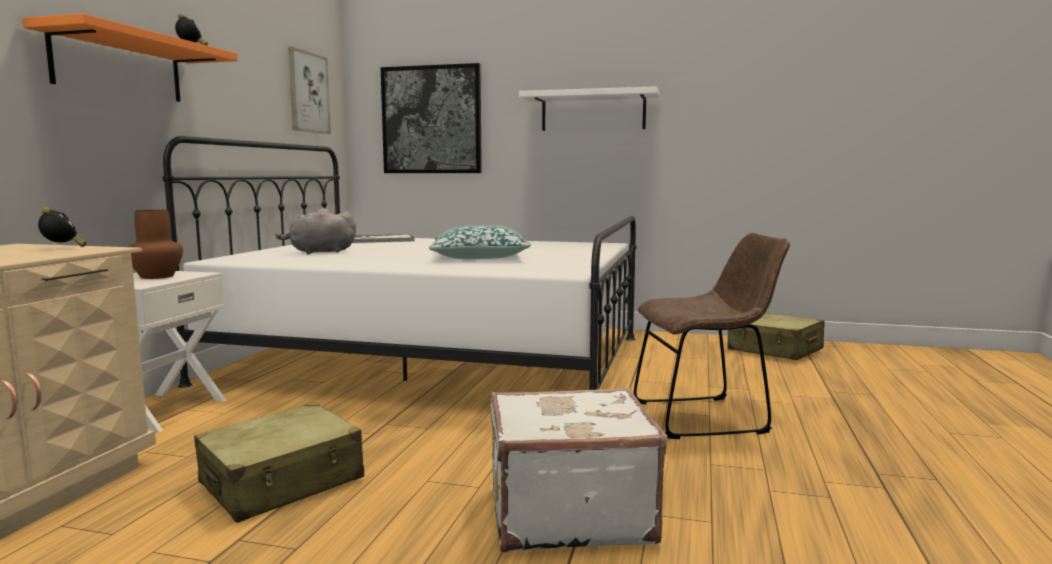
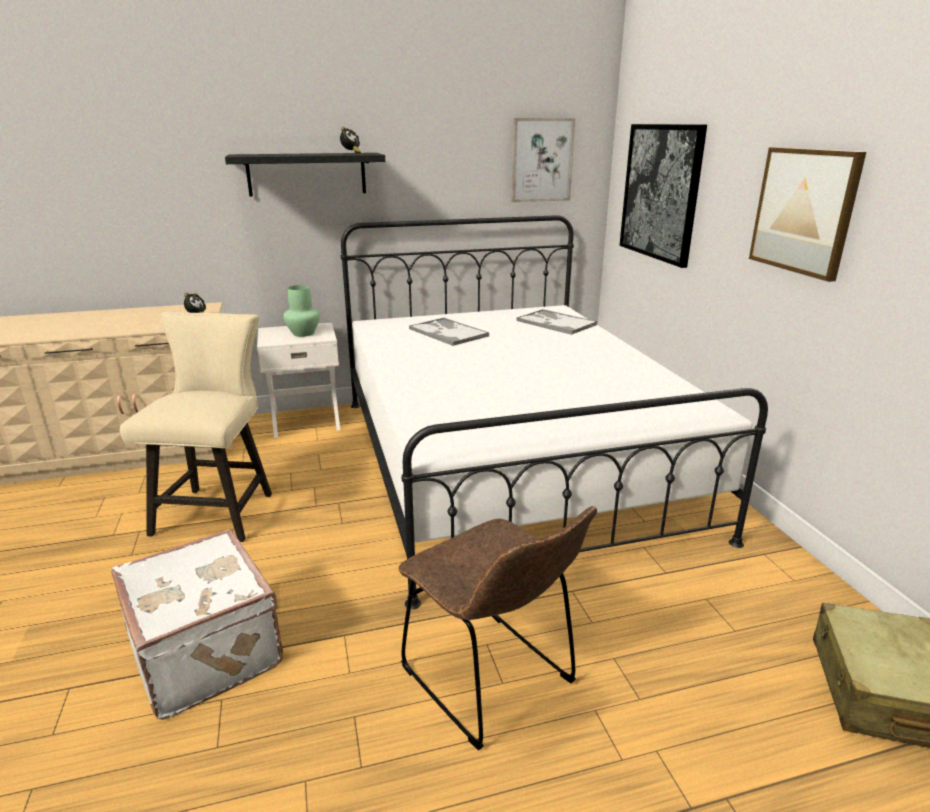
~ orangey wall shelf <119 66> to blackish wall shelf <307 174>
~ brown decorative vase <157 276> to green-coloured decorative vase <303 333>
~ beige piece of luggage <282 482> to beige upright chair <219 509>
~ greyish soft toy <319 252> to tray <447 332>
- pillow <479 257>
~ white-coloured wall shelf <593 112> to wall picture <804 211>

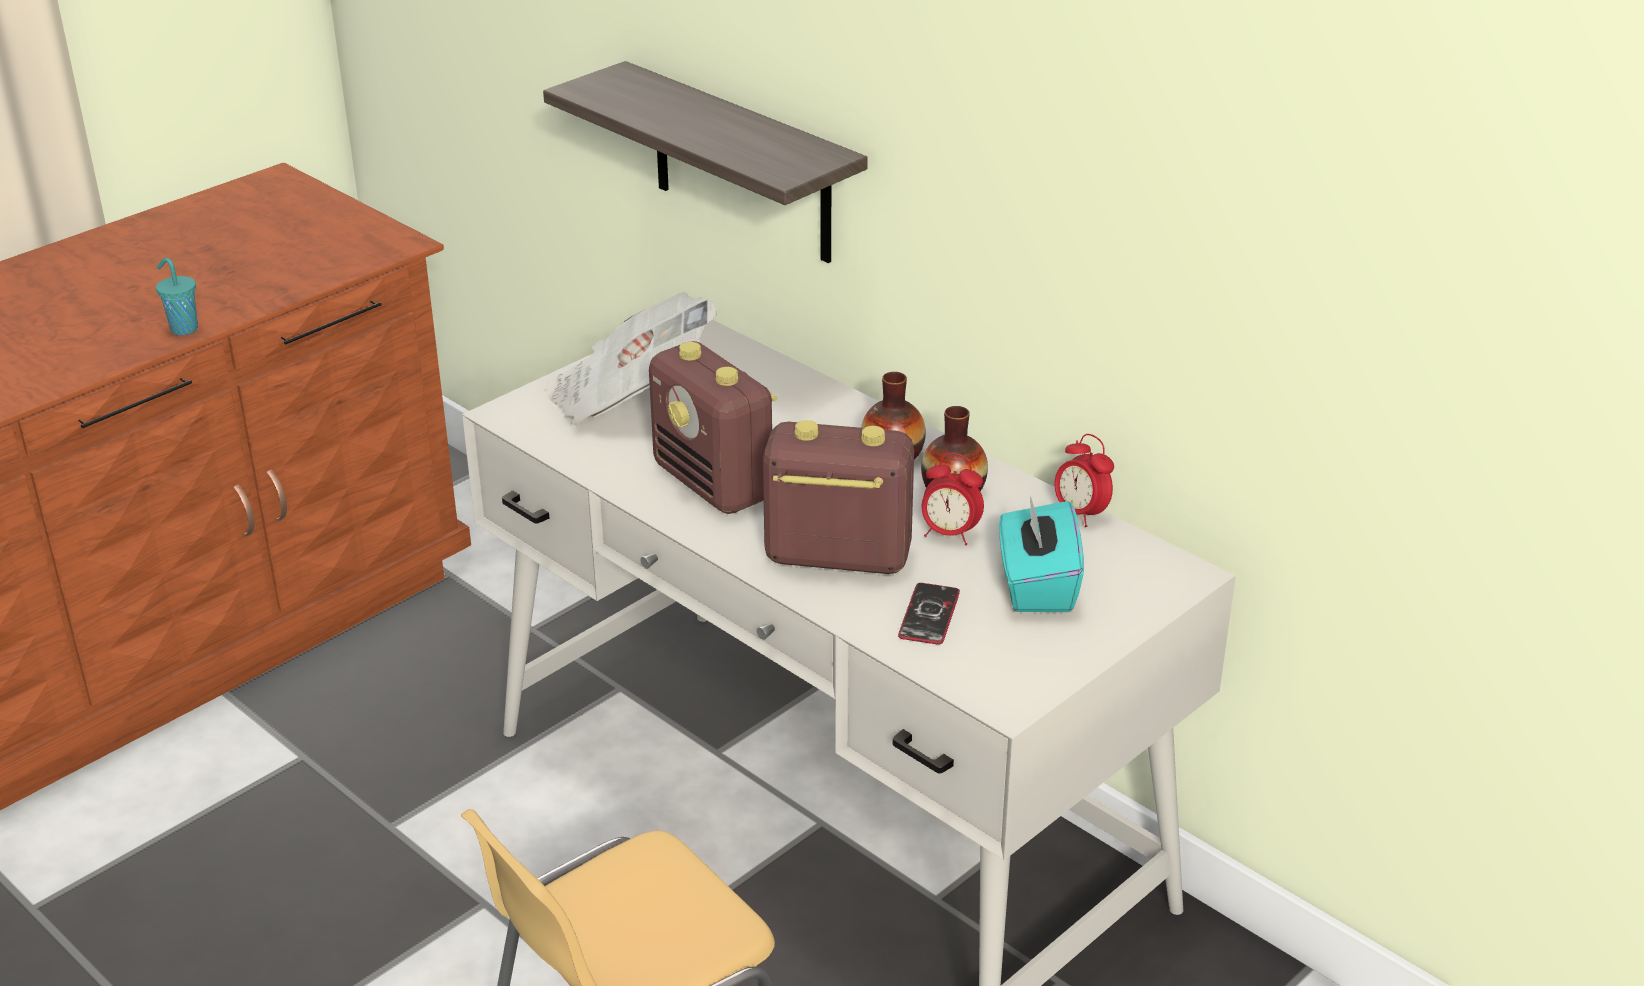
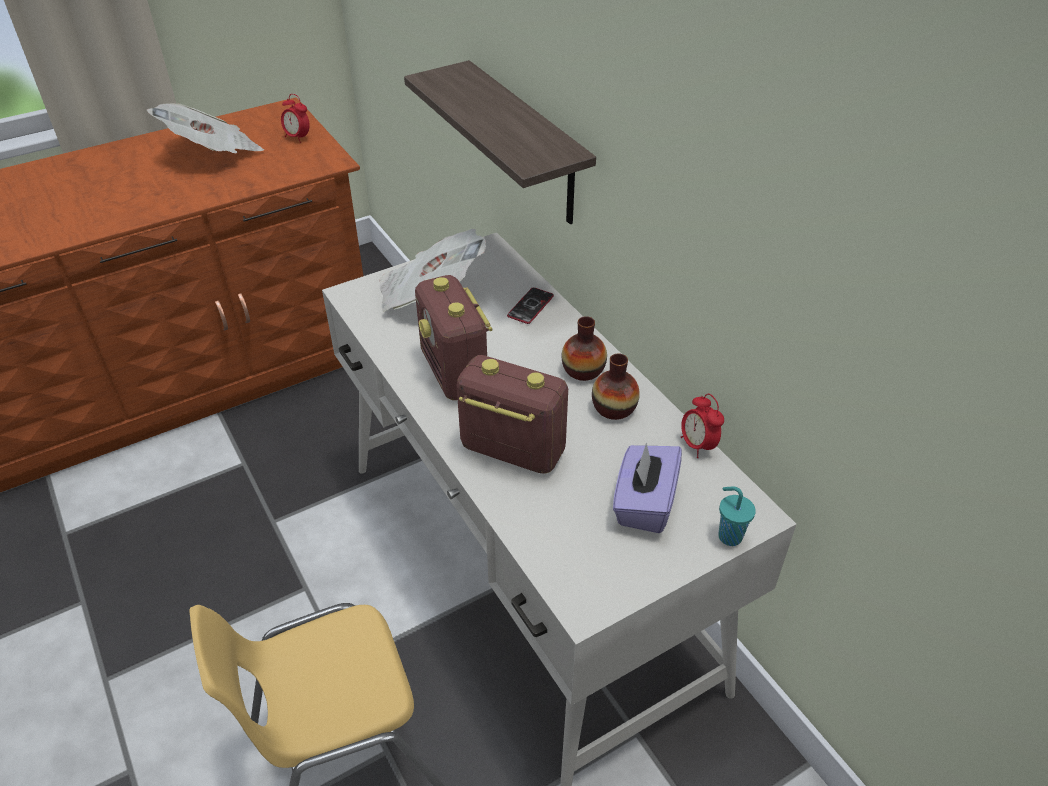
~ turquoise drinking cup <183 329> to <728 536>
~ telephone <929 615> to <530 306>
~ bedside clock <949 534> to <298 137>
~ turquoise tissue box <1037 585> to purplish tissue box <644 504>
+ printed paper <214 153>

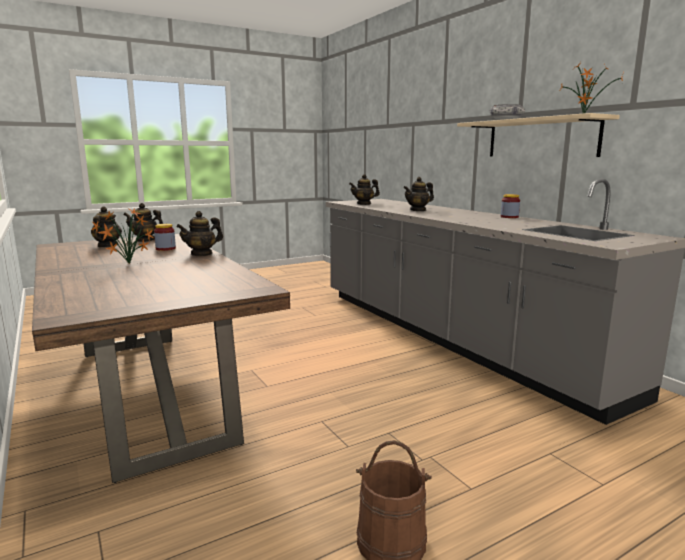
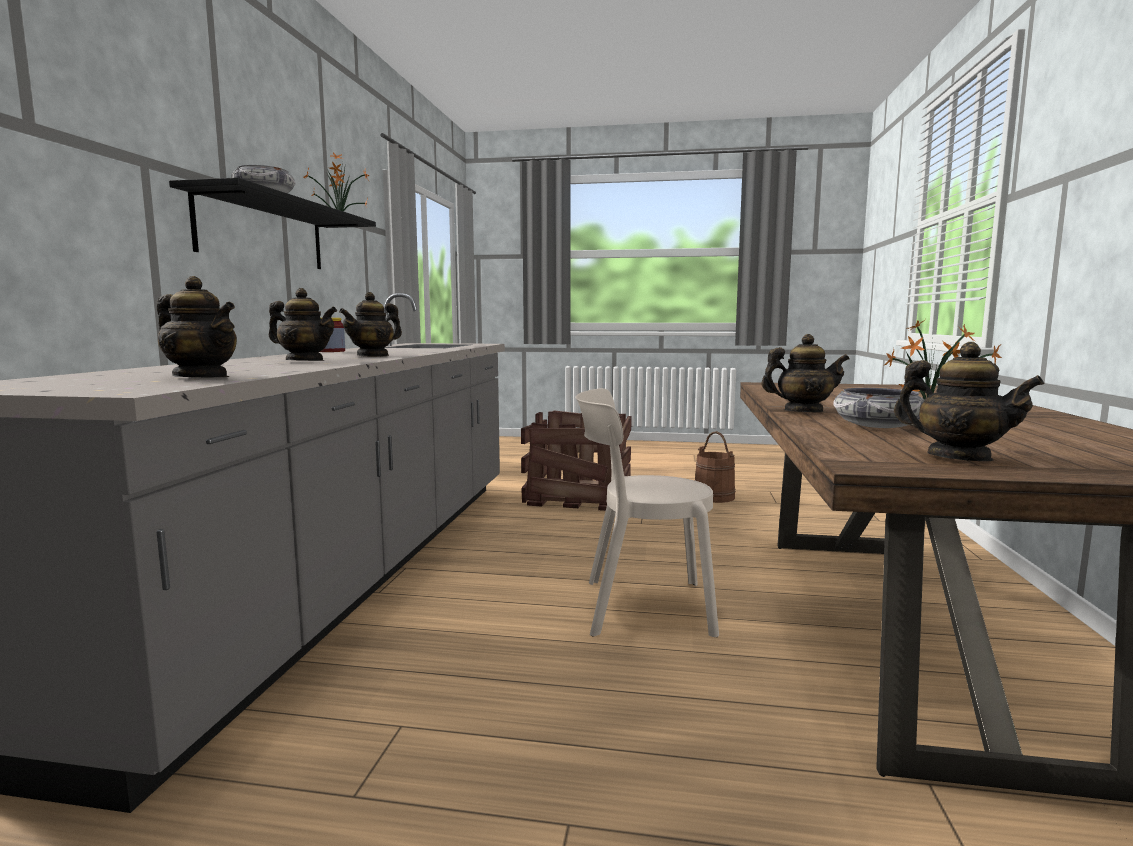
~ teapot <107 246> to <373 355>
~ preserve jar <165 248> to deep dish <877 427>
~ beige wall shelf <541 138> to blackish wall shelf <263 233>
+ crate <577 496>
+ beige upright chair <639 607>

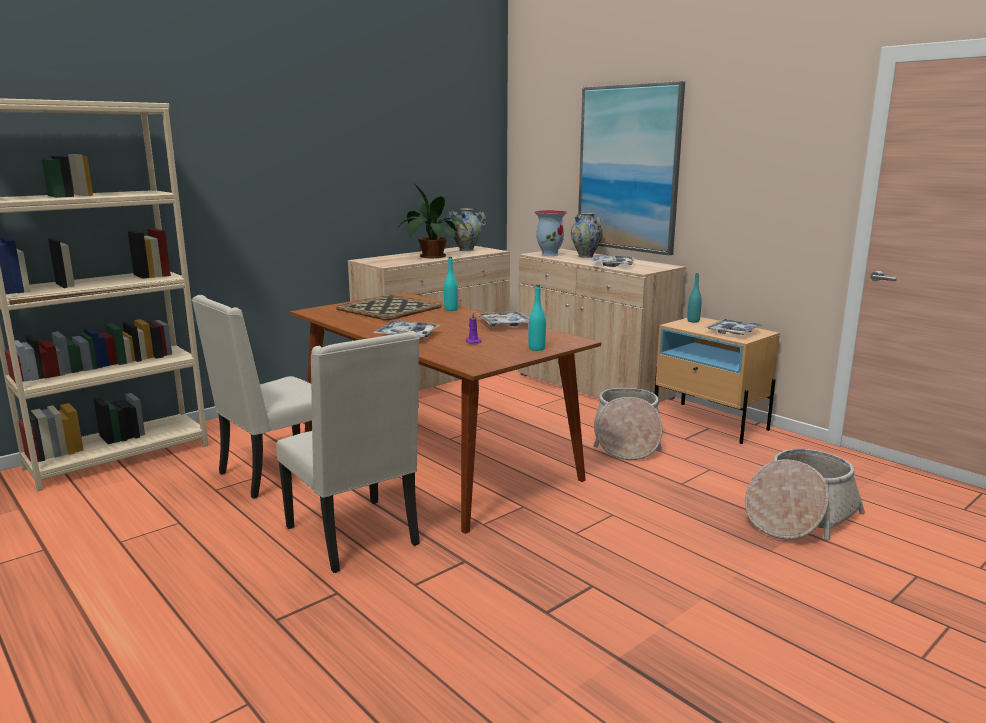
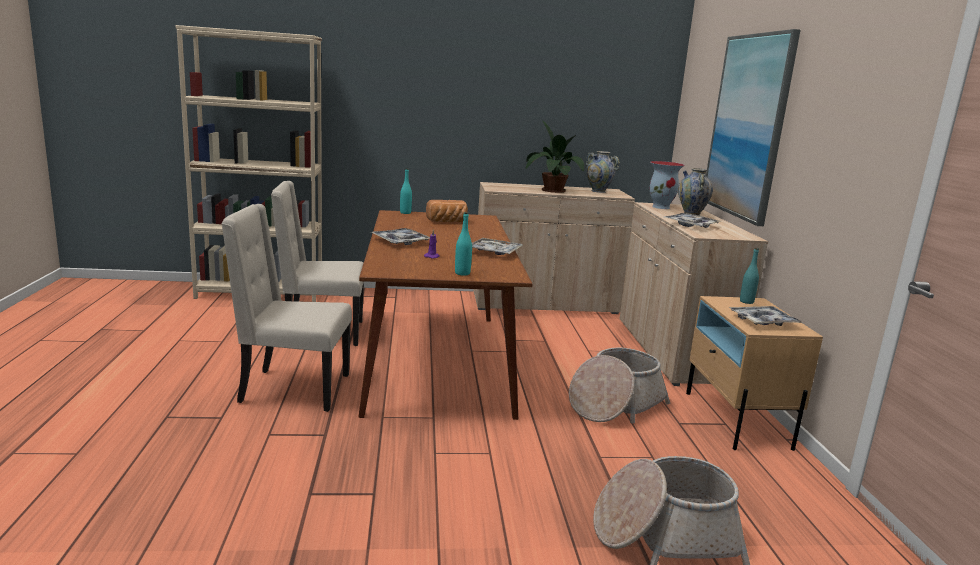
~ beige upright chair <355 536> = <292 389> 90 degrees clockwise
~ tray <388 308> to bakery bread <447 222>
~ turquoise drink bottle <451 309> to <405 213>

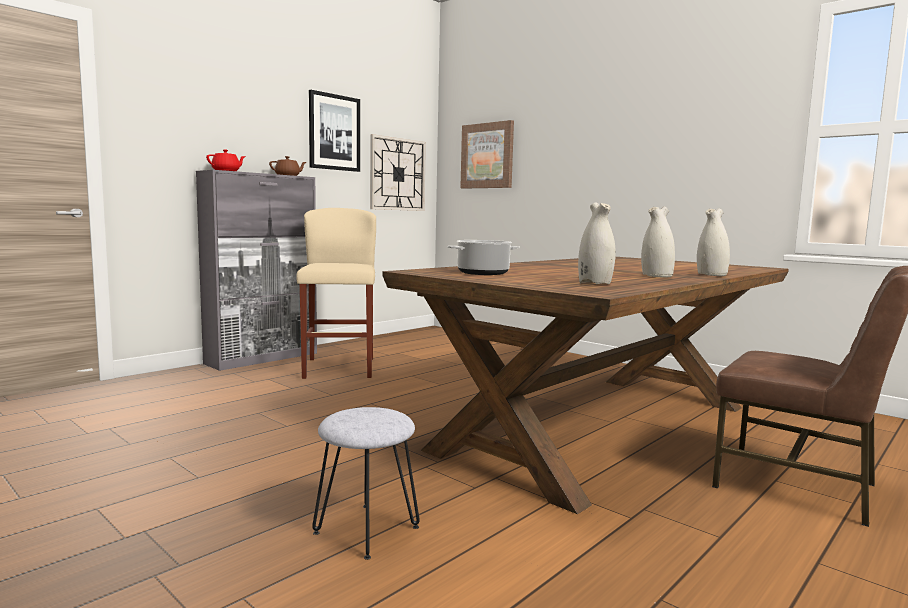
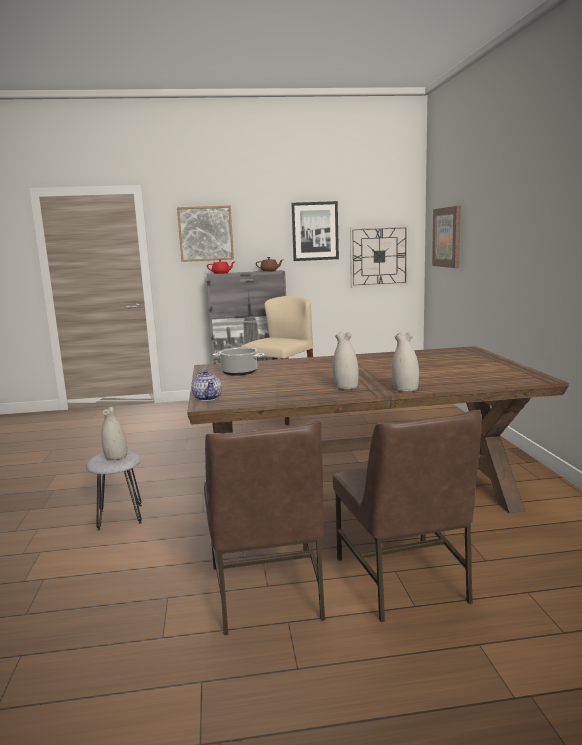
~ white-coloured decorative vase <595 284> to <115 457>
+ wall picture <205 233>
+ teapot <208 398>
+ brown upright chair <267 593>

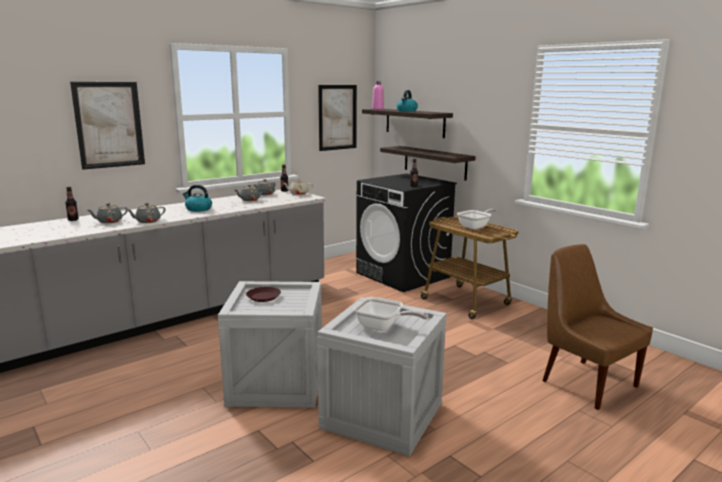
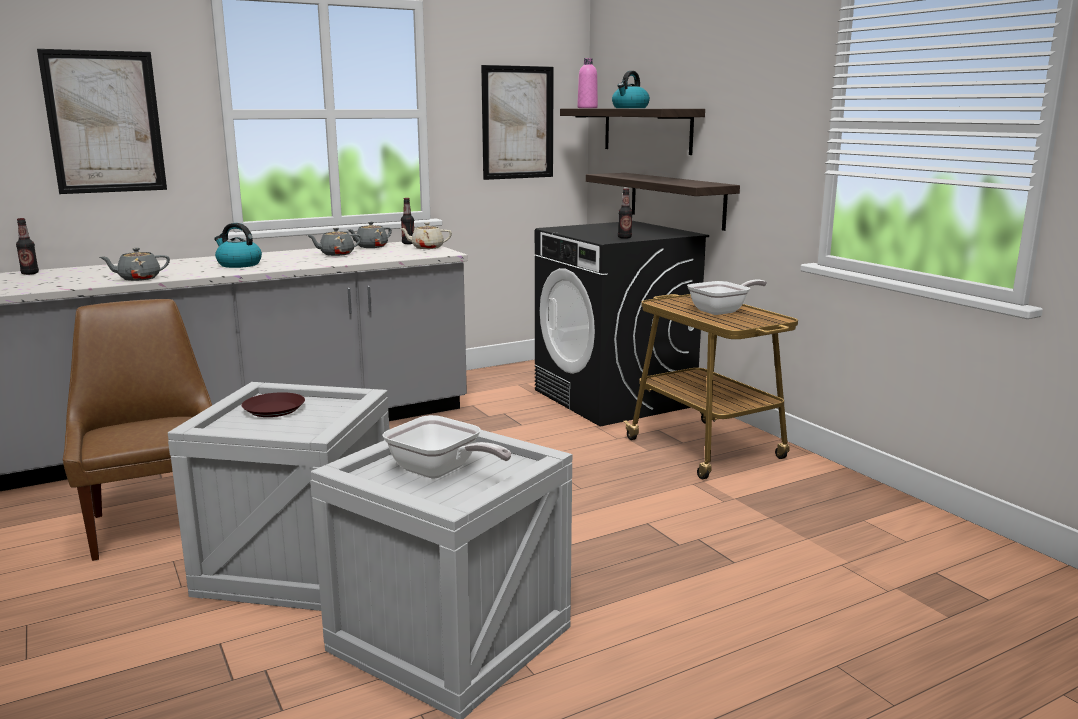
- greyish teapot <109 221>
~ brown upright chair <586 382> to <157 523>

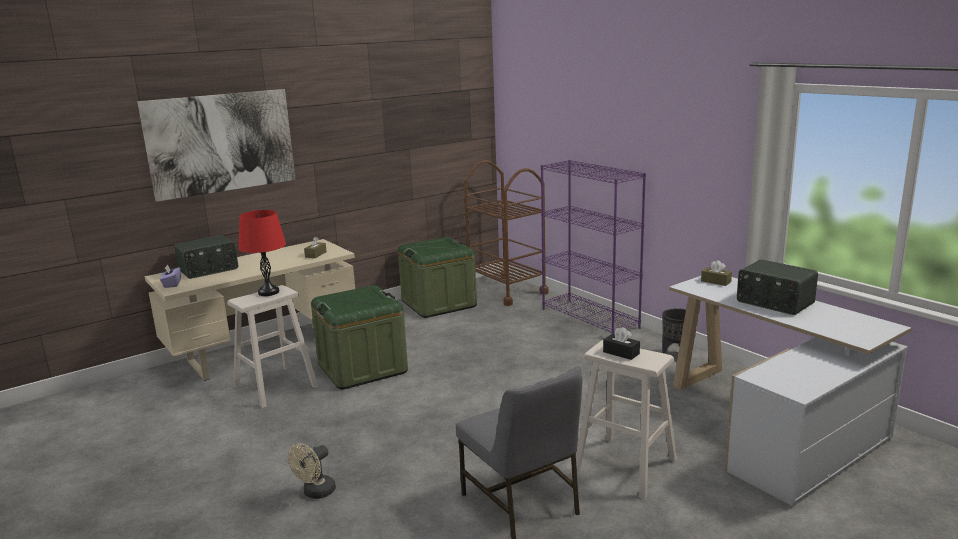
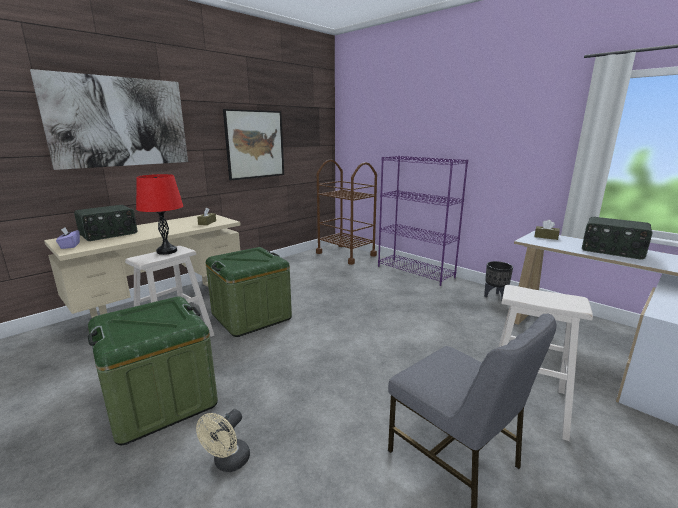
~ green-coloured storage bin <438 303> to <161 400>
- blackish tissue box <621 353>
+ wall picture <255 144>

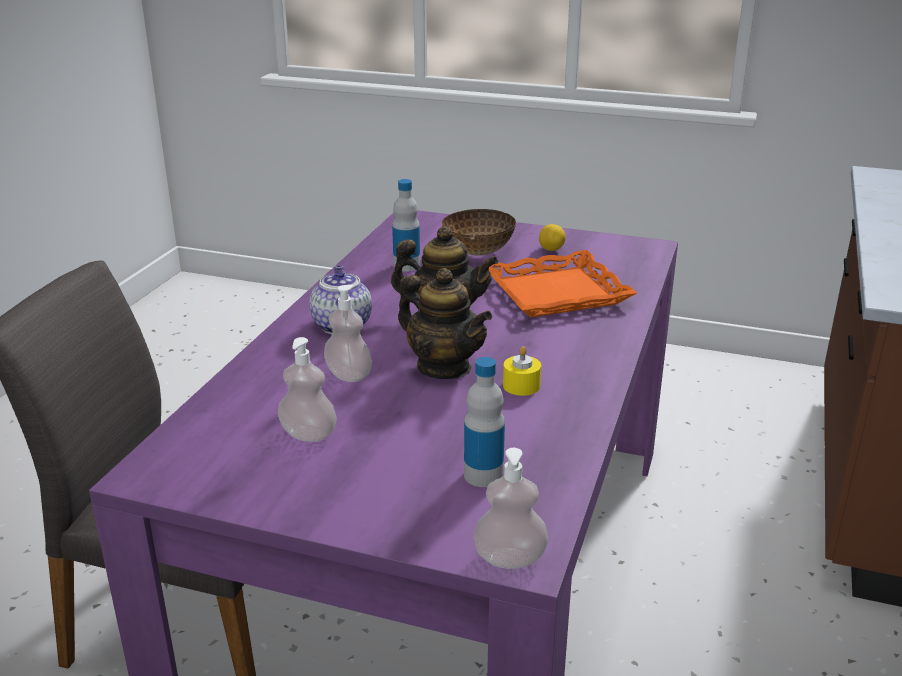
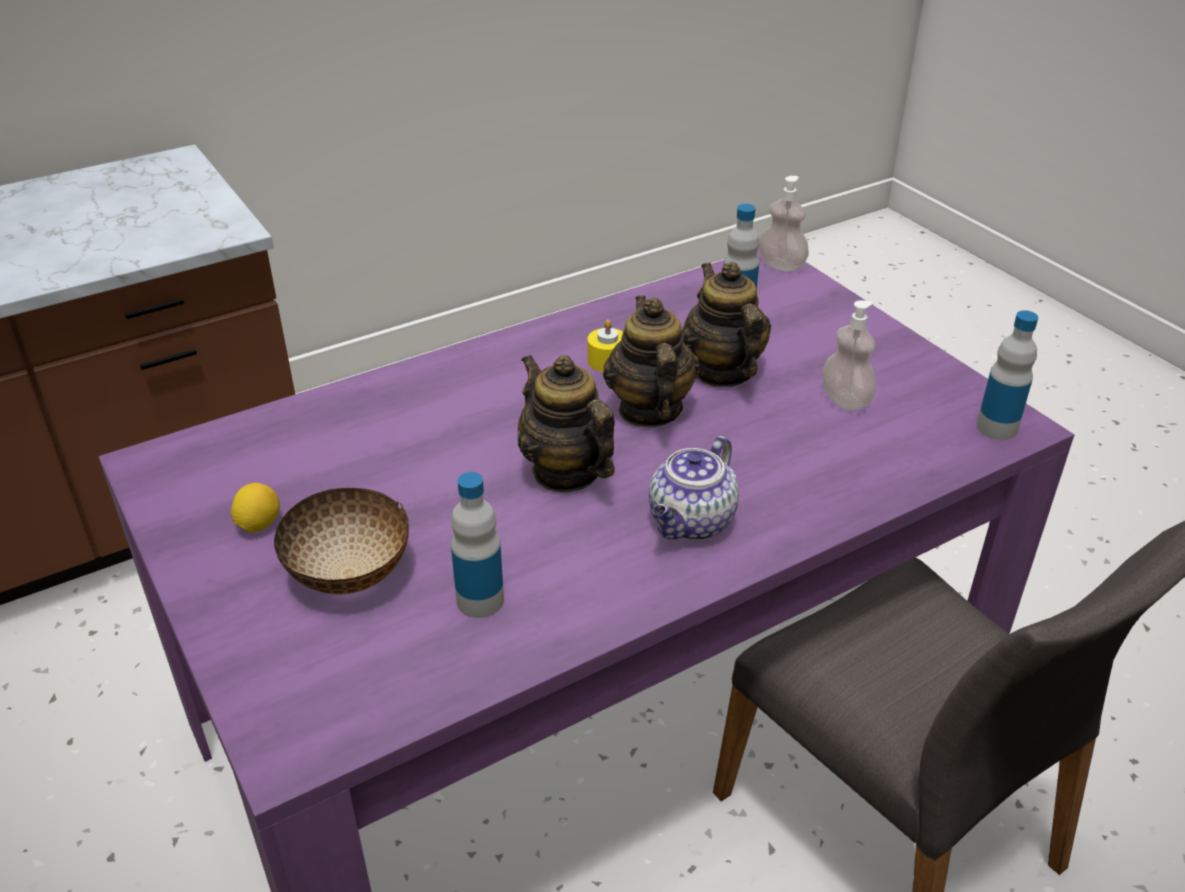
- soap dispenser <348 375>
- orangey tray <556 292>
+ teapot <722 371>
+ drink bottle <996 428>

